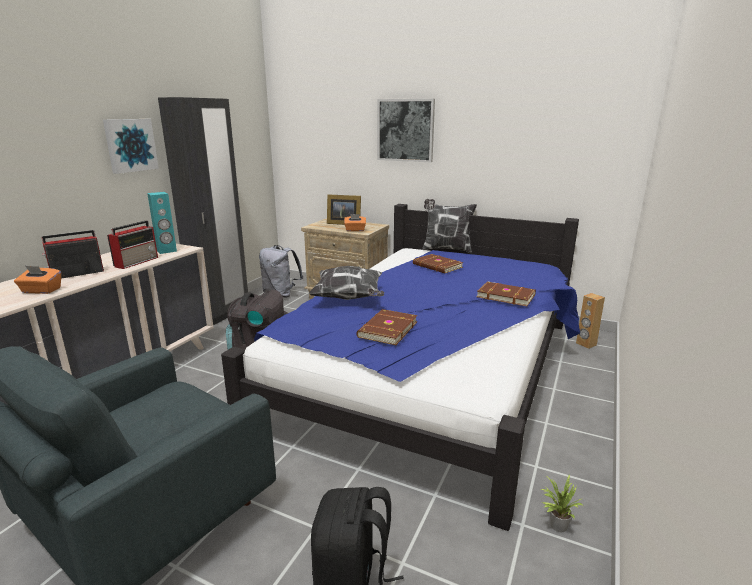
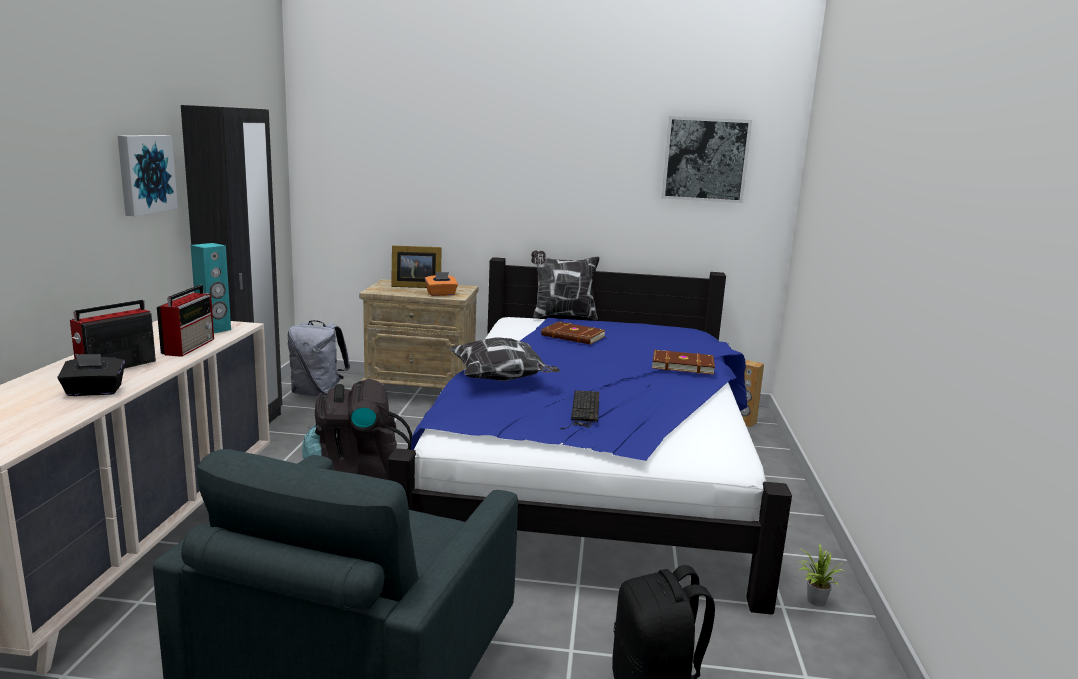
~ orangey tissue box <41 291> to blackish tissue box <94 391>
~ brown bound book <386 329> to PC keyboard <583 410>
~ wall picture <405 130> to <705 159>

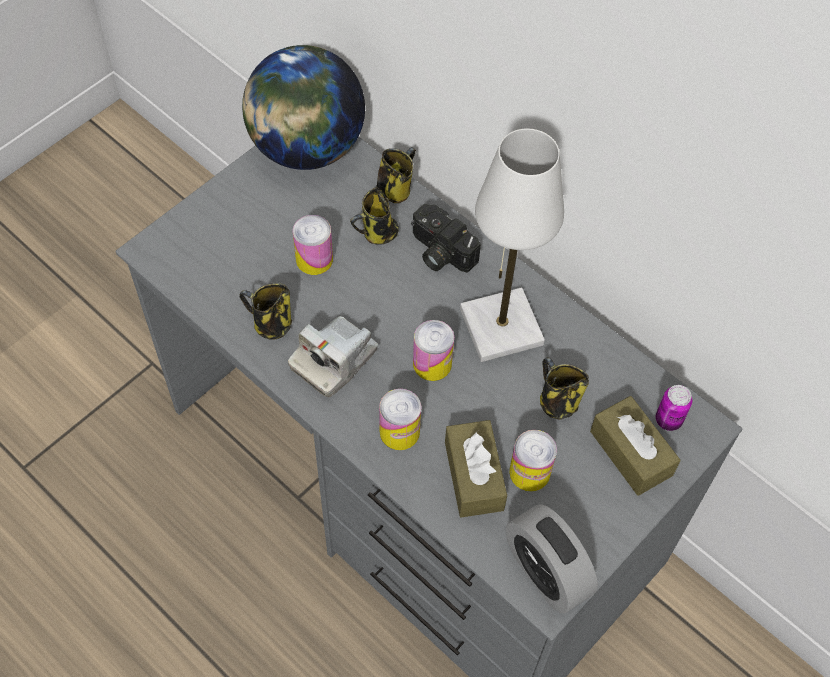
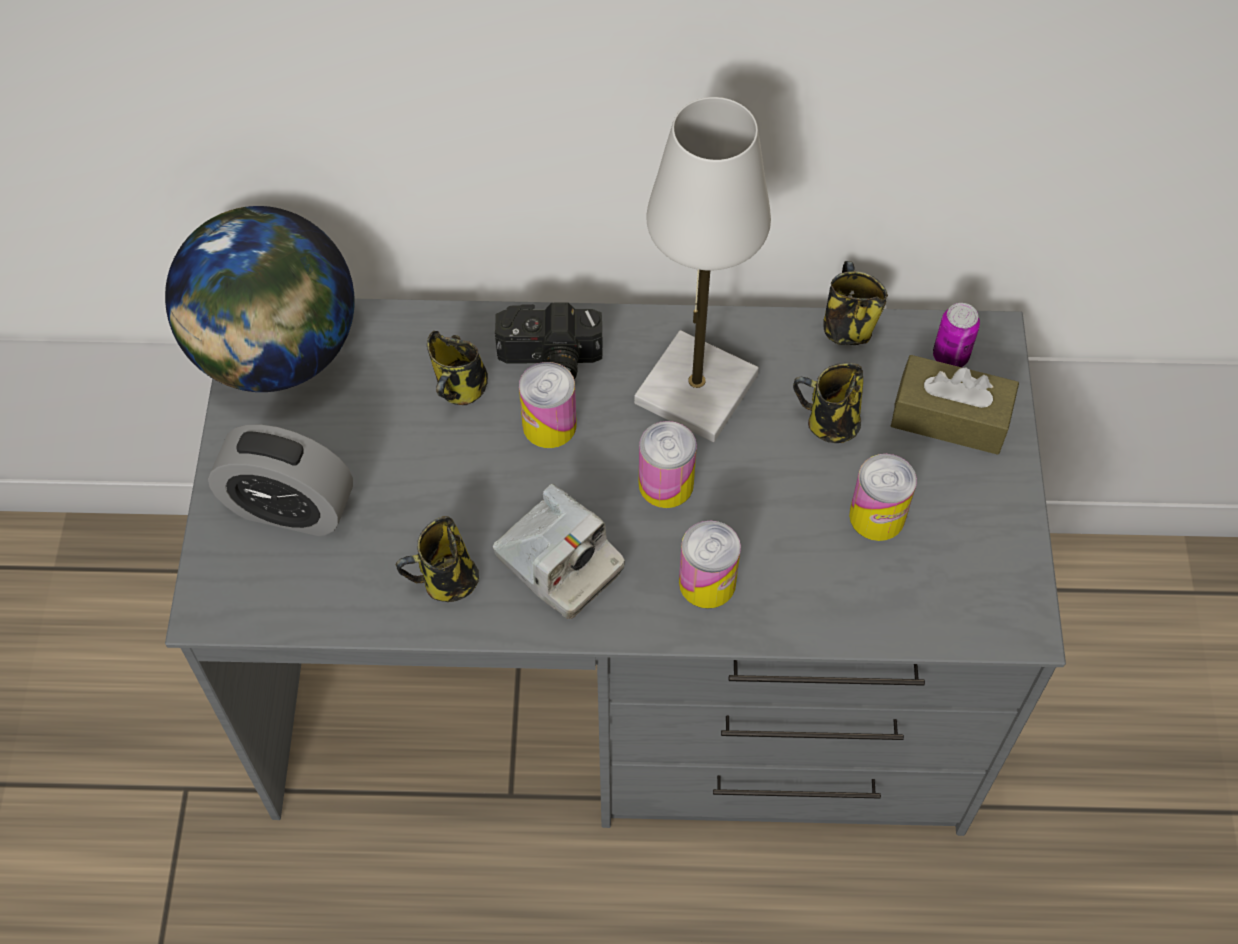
~ still camera <334 360> = <558 563> 45 degrees counterclockwise
~ can <314 259> to <549 425>
~ tea mug <396 189> to <846 326>
- brown tissue box <474 476>
~ bedside clock <546 572> to <290 508>

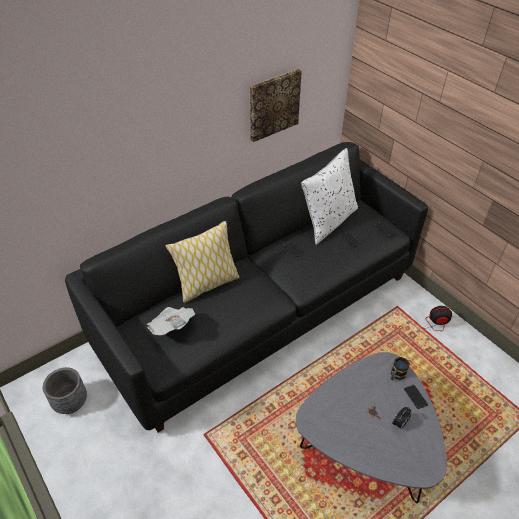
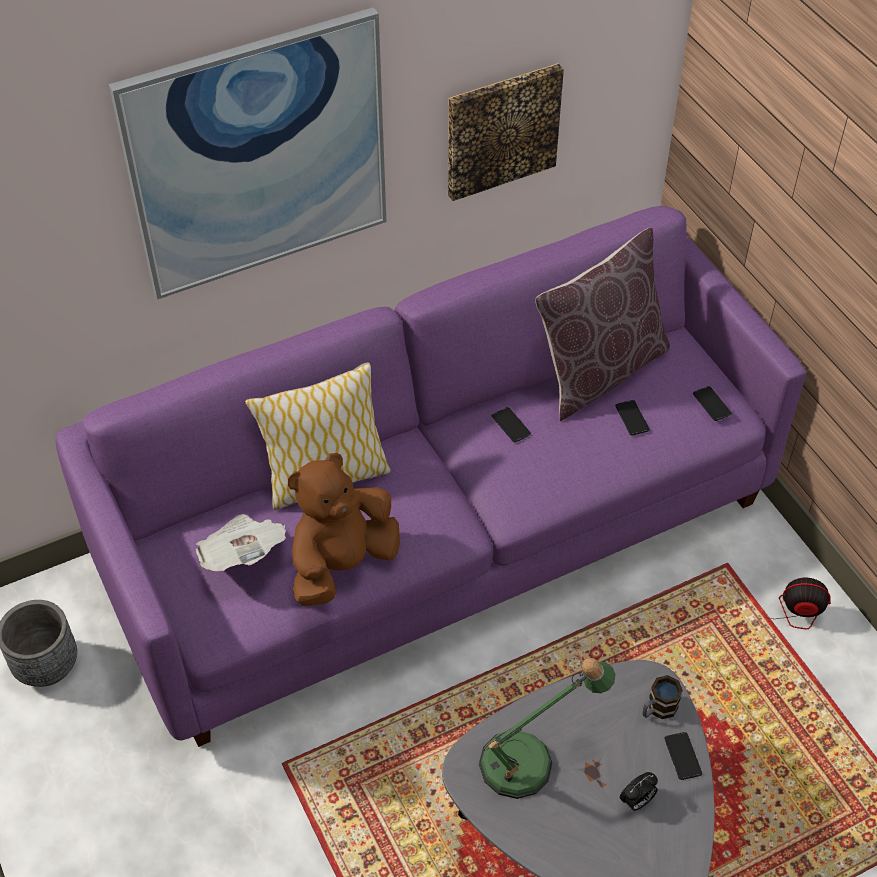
~ blackish couch <259 309> to purplish couch <438 532>
~ white-coloured pillow <328 221> to brown pillow <599 371>
+ wall picture <258 156>
+ brown soft toy <342 564>
+ lamp for a table <528 760>

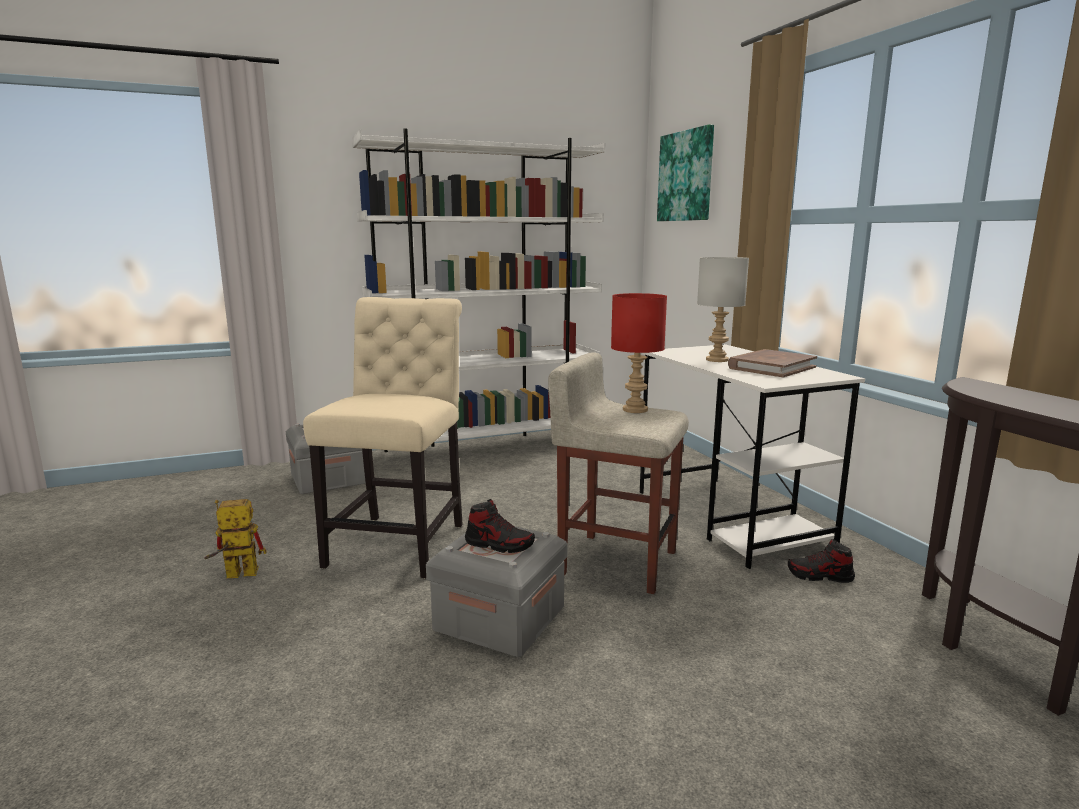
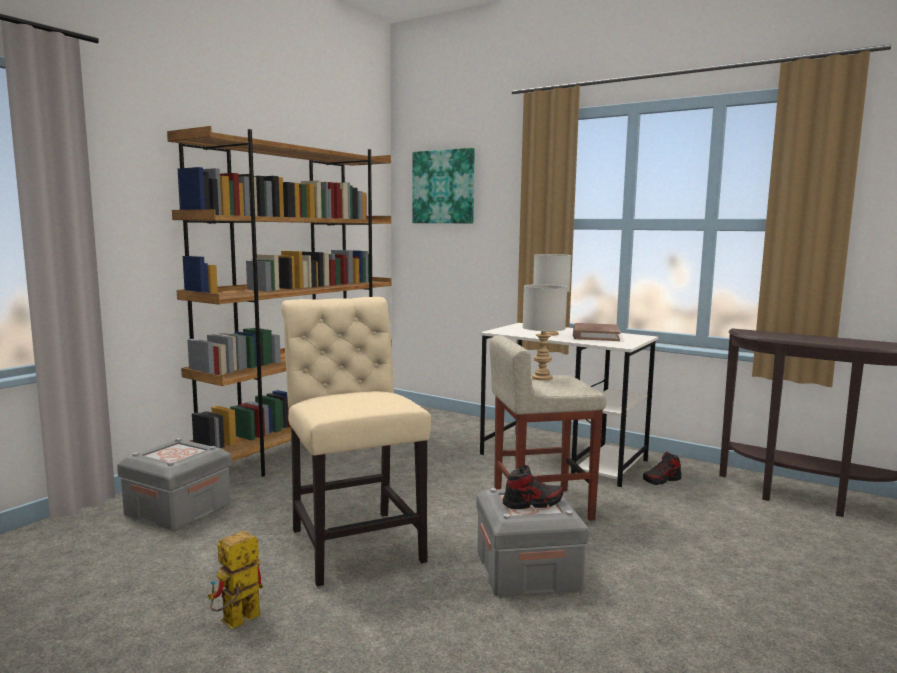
~ white-coloured bookshelf <488 448> to brown bookshelf <302 446>
~ red-coloured lamp for a table <636 410> to greyish lamp for a table <543 378>

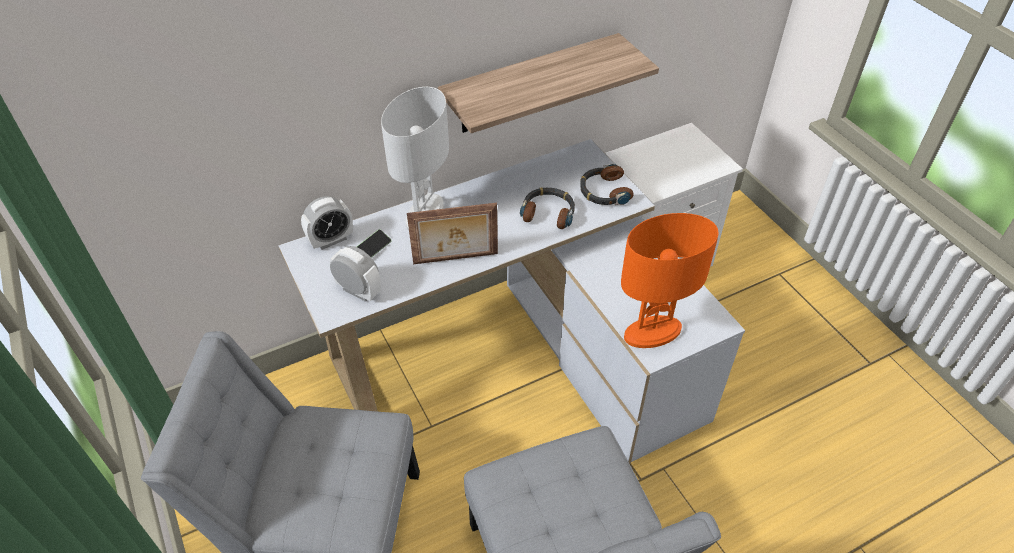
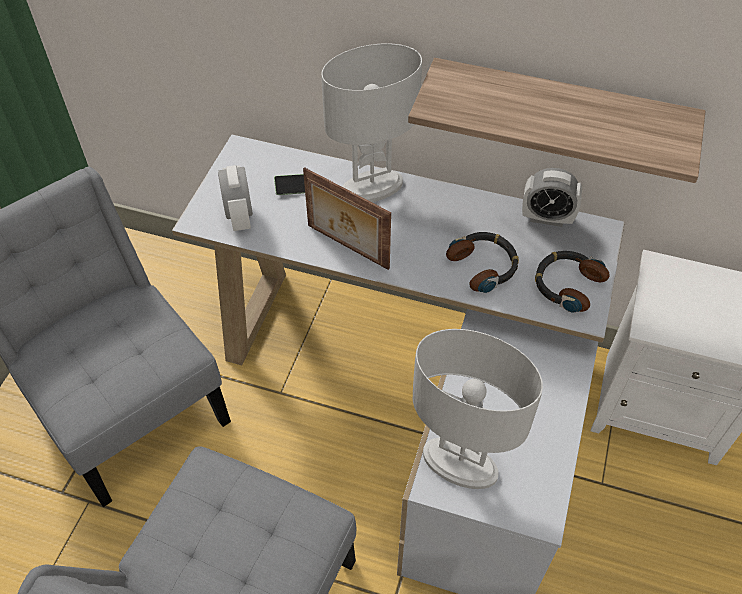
~ bedside clock <331 240> to <546 218>
~ orangey lamp for a table <652 333> to white-coloured lamp for a table <459 464>

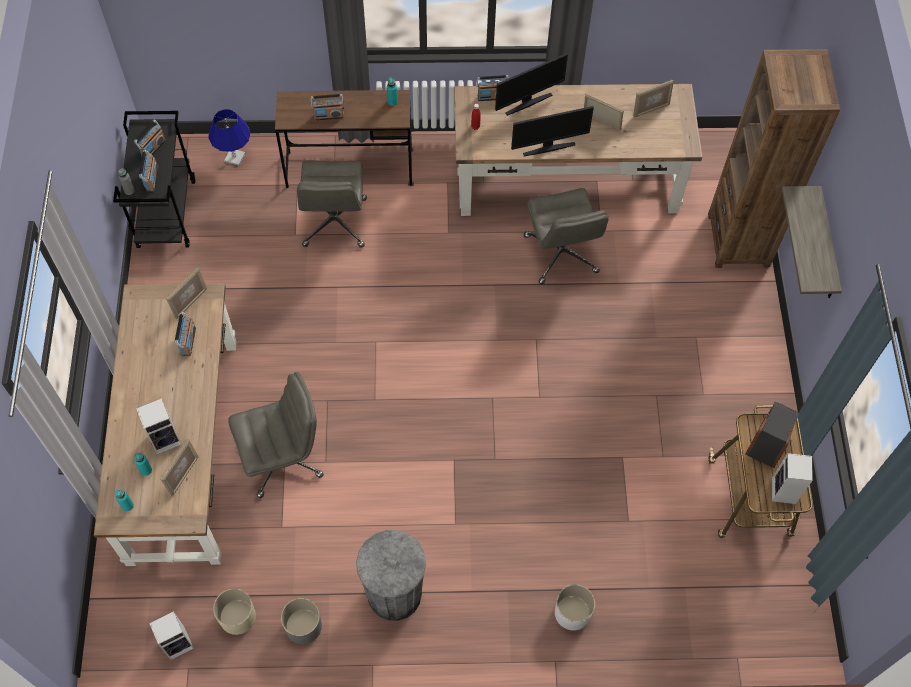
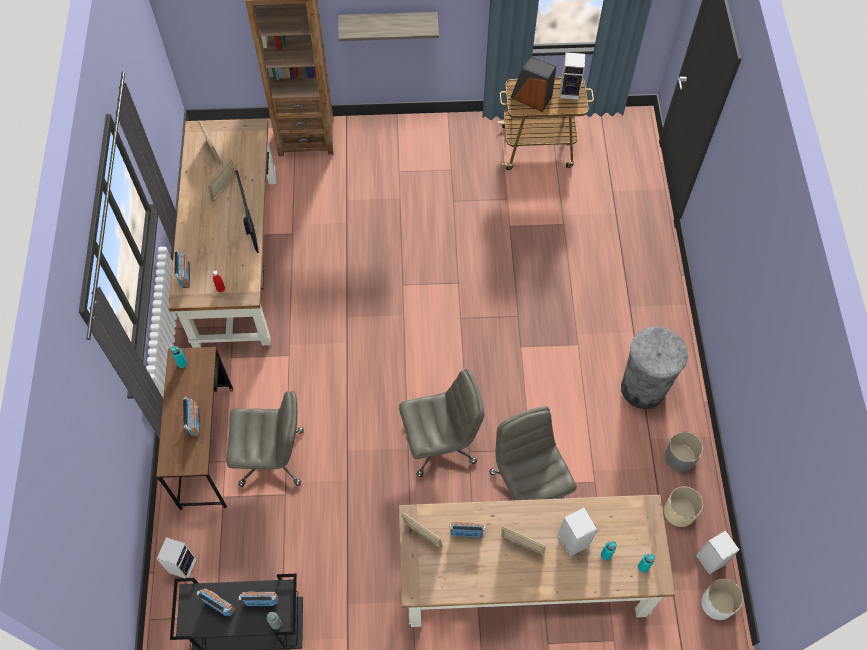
~ standing frame <183 475> to <521 546>
~ bluish lamp for a table <235 158> to speaker <183 564>
- computer display <528 103>
~ greyish desk chair <561 254> to <440 442>
~ white-coloured planter <572 612> to <717 603>

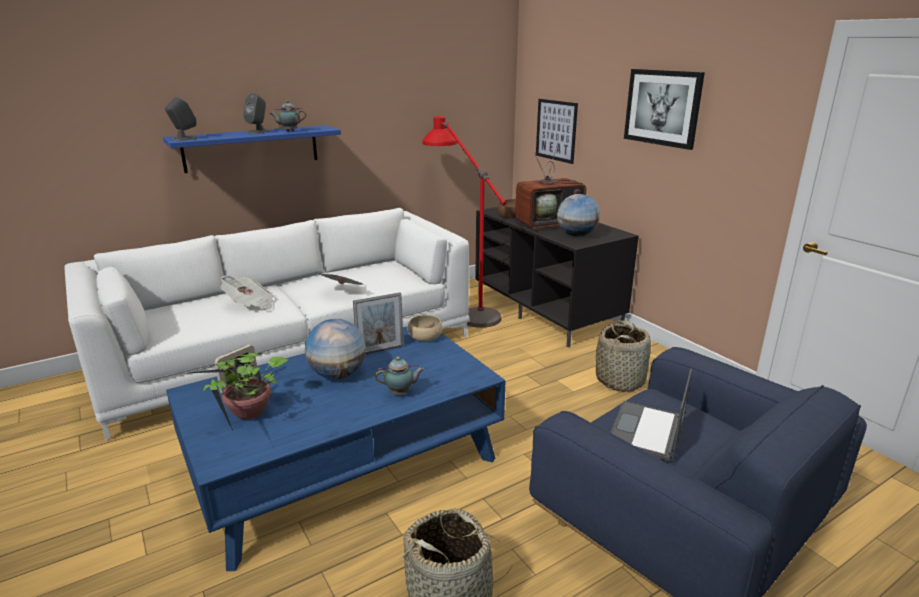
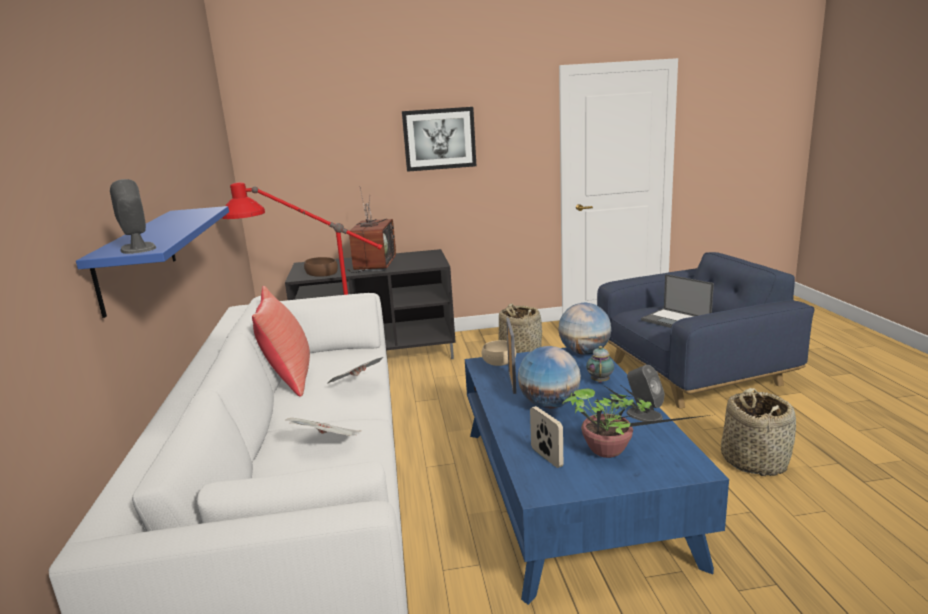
~ greyish speaker <258 132> to <643 415>
- teapot <289 131>
- wall picture <556 130>
~ world globe <576 235> to <585 352>
+ red-coloured pillow <288 377>

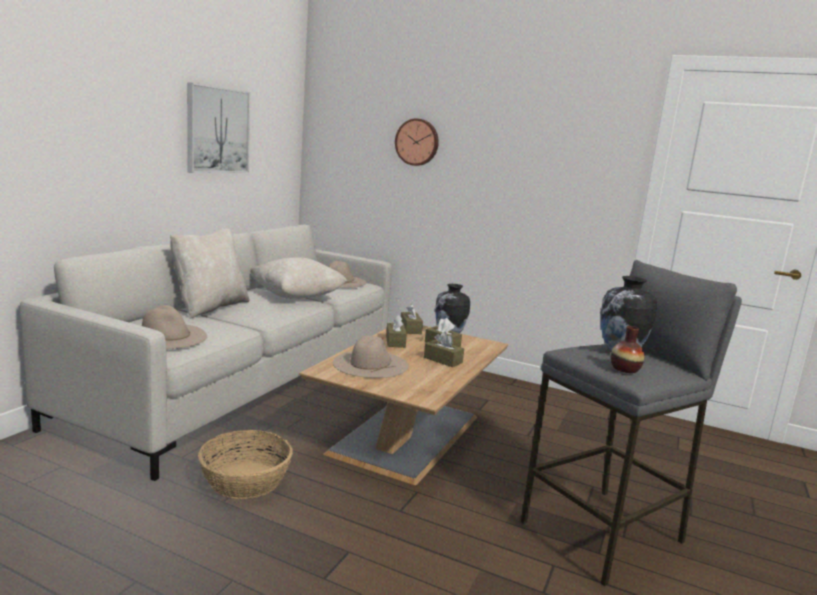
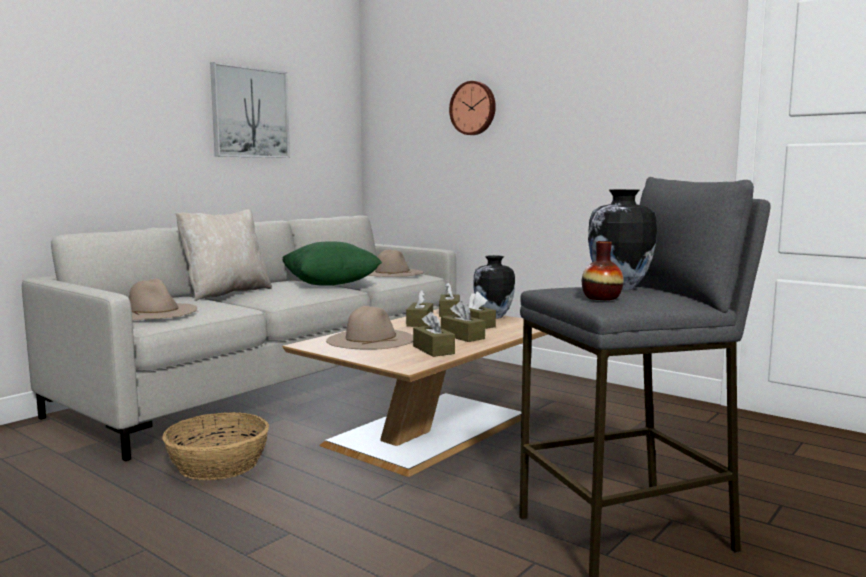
~ beige pillow <297 297> to green-coloured pillow <331 285>
+ brown tissue box <433 350>

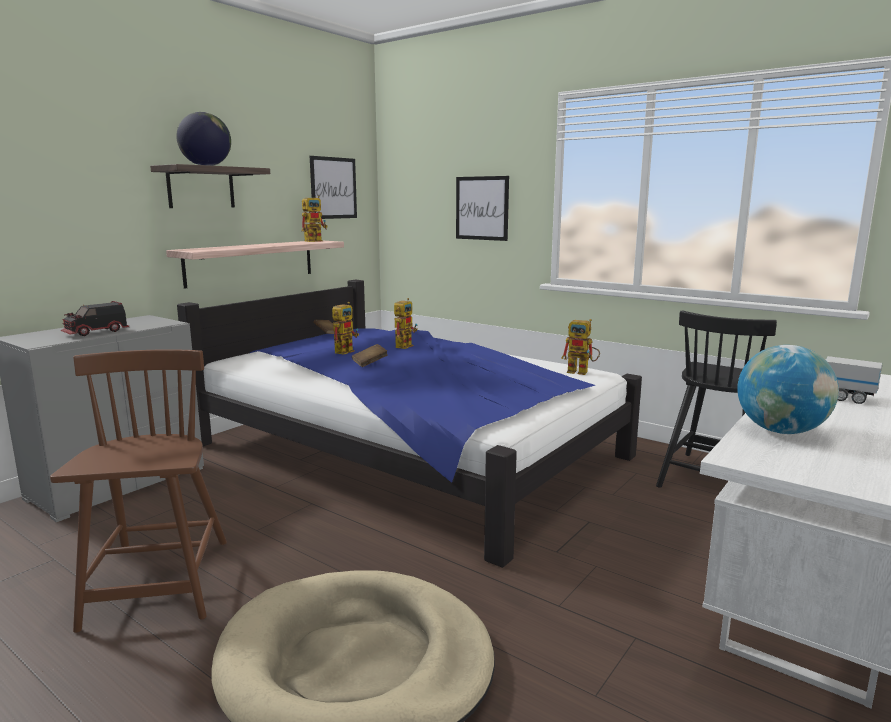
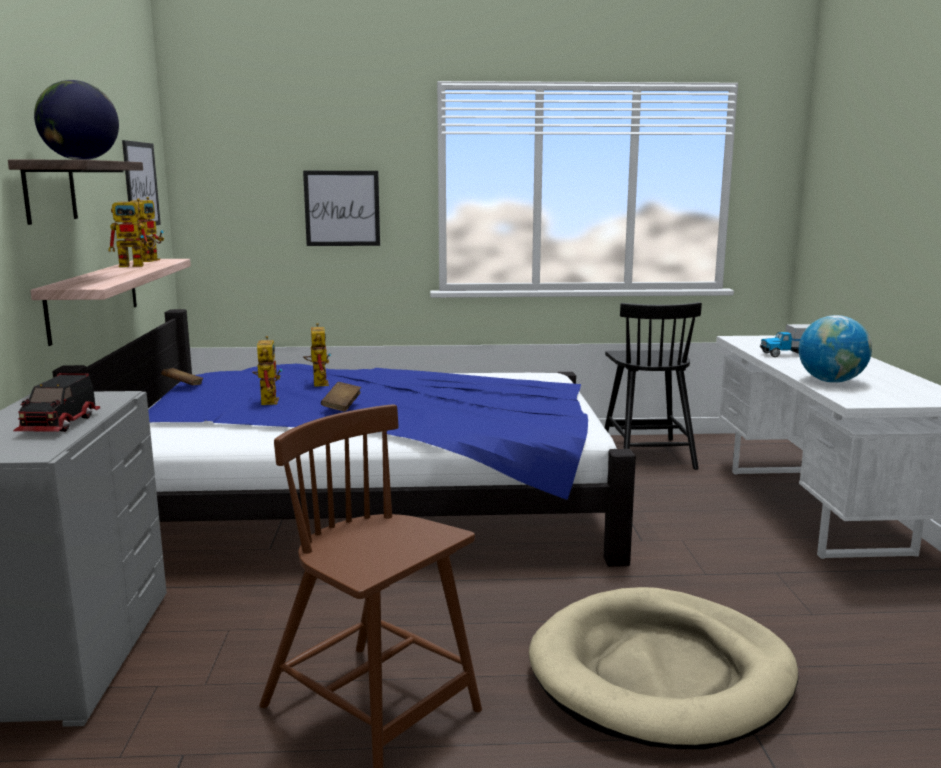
~ model robot <582 372> to <138 265>

